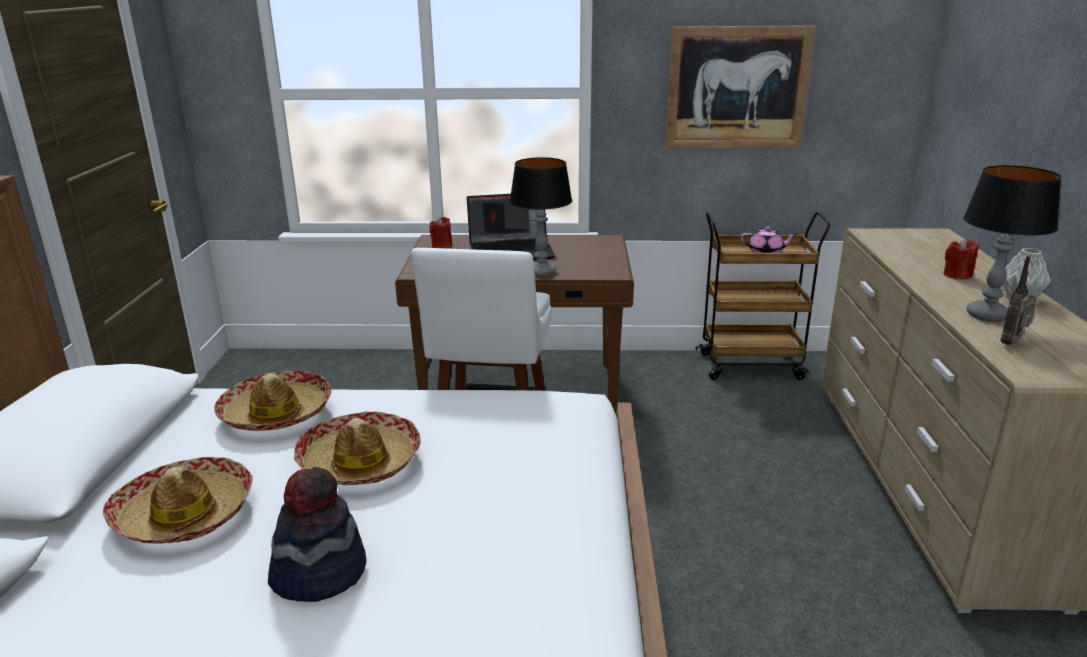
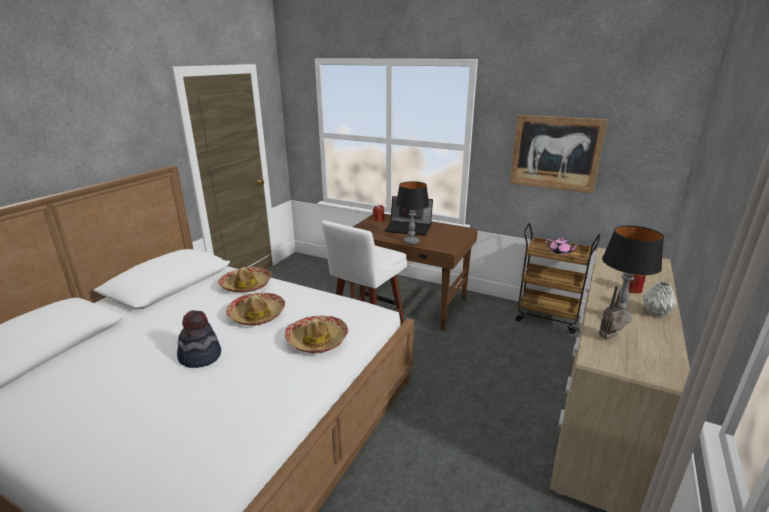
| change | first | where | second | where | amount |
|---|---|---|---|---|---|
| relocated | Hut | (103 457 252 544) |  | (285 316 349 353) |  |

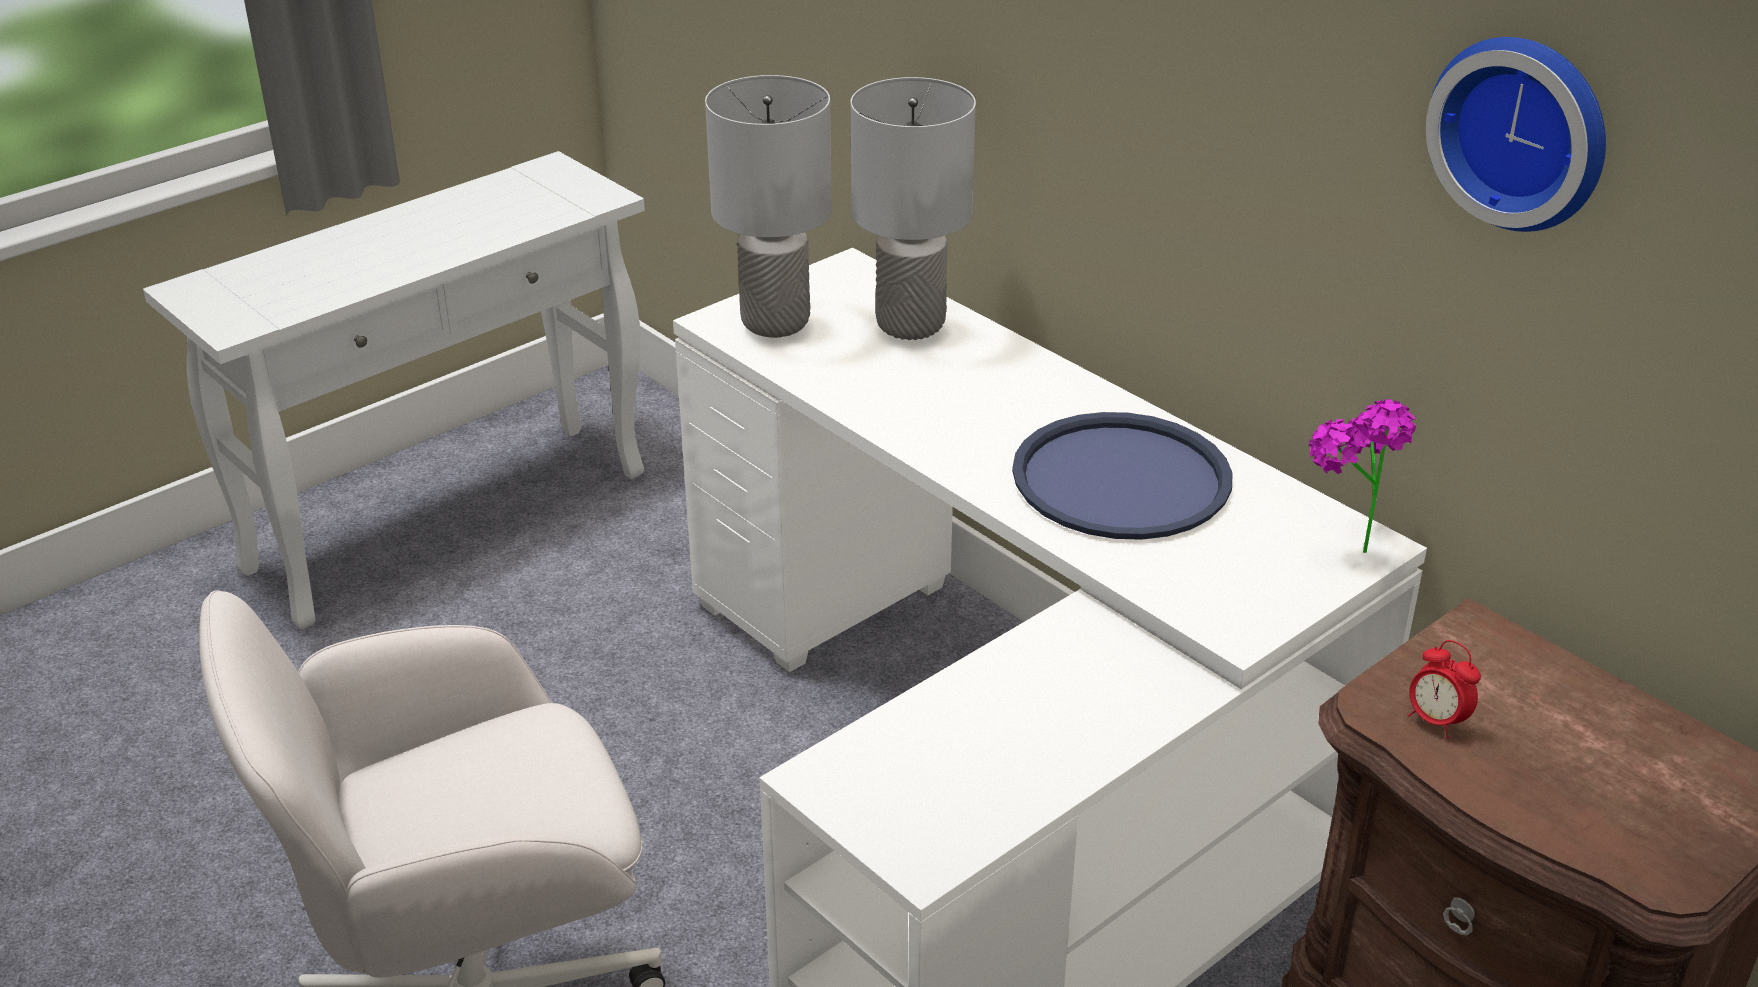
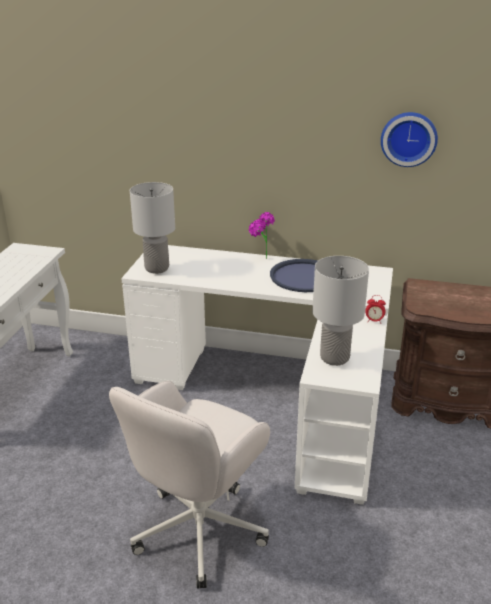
| change | first | where | second | where | amount |
|---|---|---|---|---|---|
| relocated | Tischlampe/grau | (851 77 976 340) |  | (312 256 369 366) |  |
| relocated | Topfpflanze | (1309 399 1416 553) |  | (249 212 275 259) |  |
| relocated | Wecker | (1408 640 1481 739) |  | (365 295 386 323) |  |

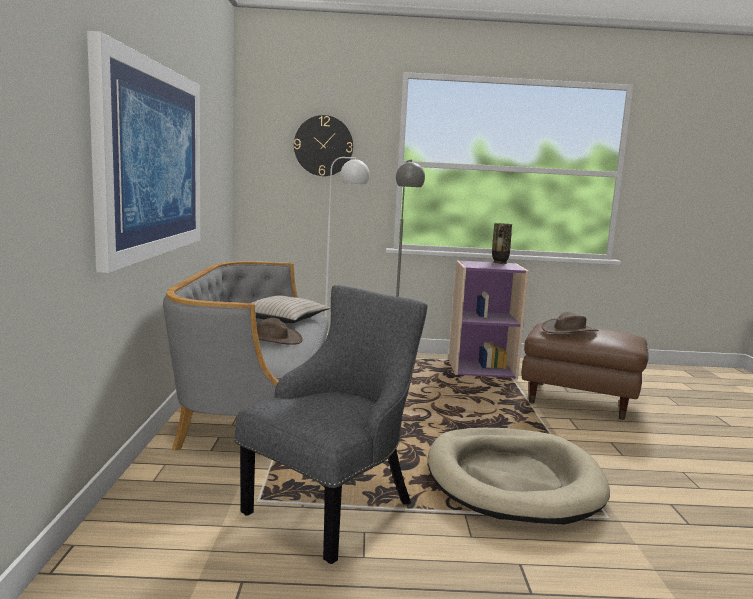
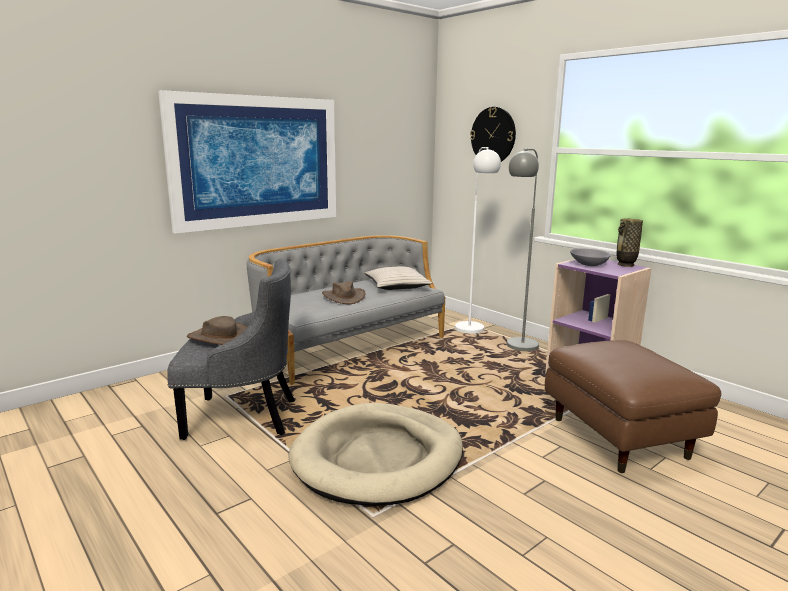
| change | first | where | second | where | amount |
|---|---|---|---|---|---|
| appeared |  |  | Schüssel/grau | (570 249 611 266) |  |
| relocated | Hut/braun | (542 312 599 334) |  | (187 316 247 345) |  |

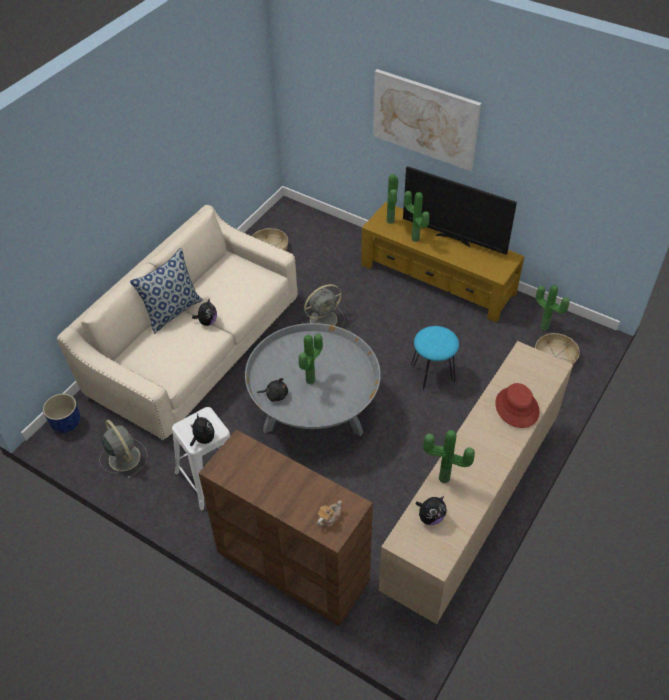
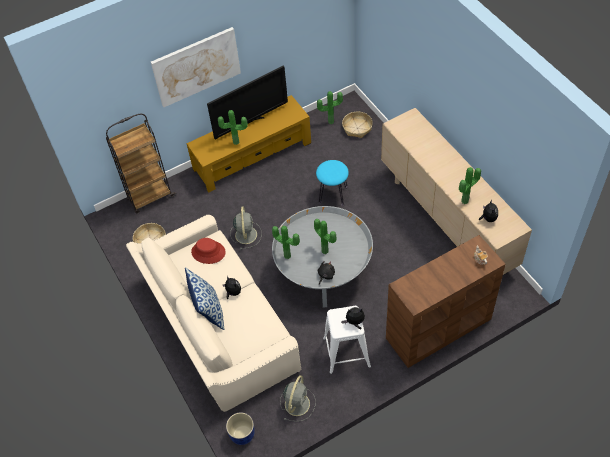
| change | first | where | second | where | amount |
|---|---|---|---|---|---|
| appeared |  |  | Rollwagen/braun | (106 114 176 213) |  |
| relocated | Topfpflanze | (387 174 398 224) |  | (272 226 300 259) |  |
| relocated | Hut/rot | (495 383 539 428) |  | (191 238 226 264) |  |
| spun | Ventilator/grau | (99 420 148 479) |  | (280 375 316 421) | 120 degrees clockwise |

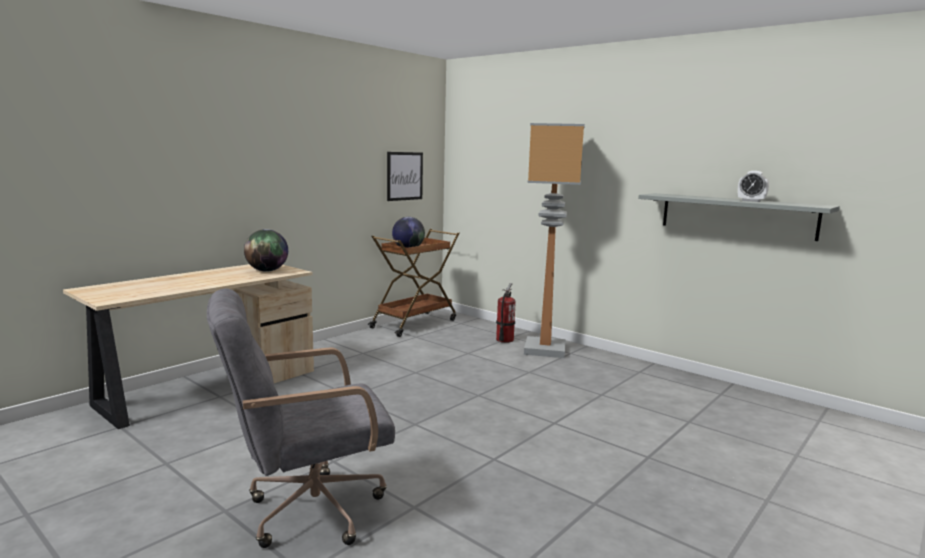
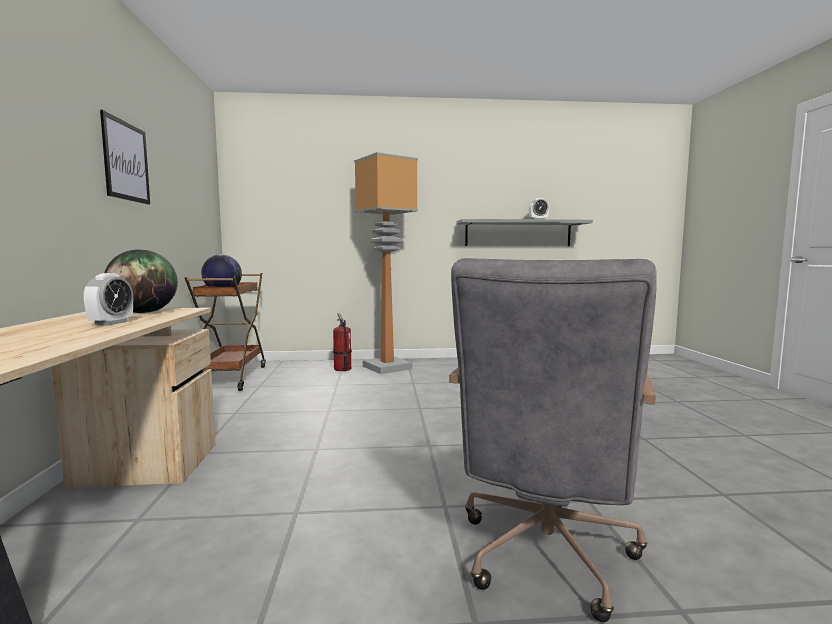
| change | first | where | second | where | amount |
|---|---|---|---|---|---|
| appeared |  |  | Wecker | (84 273 133 326) |  |
| relocated | Bild | (387 152 423 201) |  | (100 110 150 205) |  |

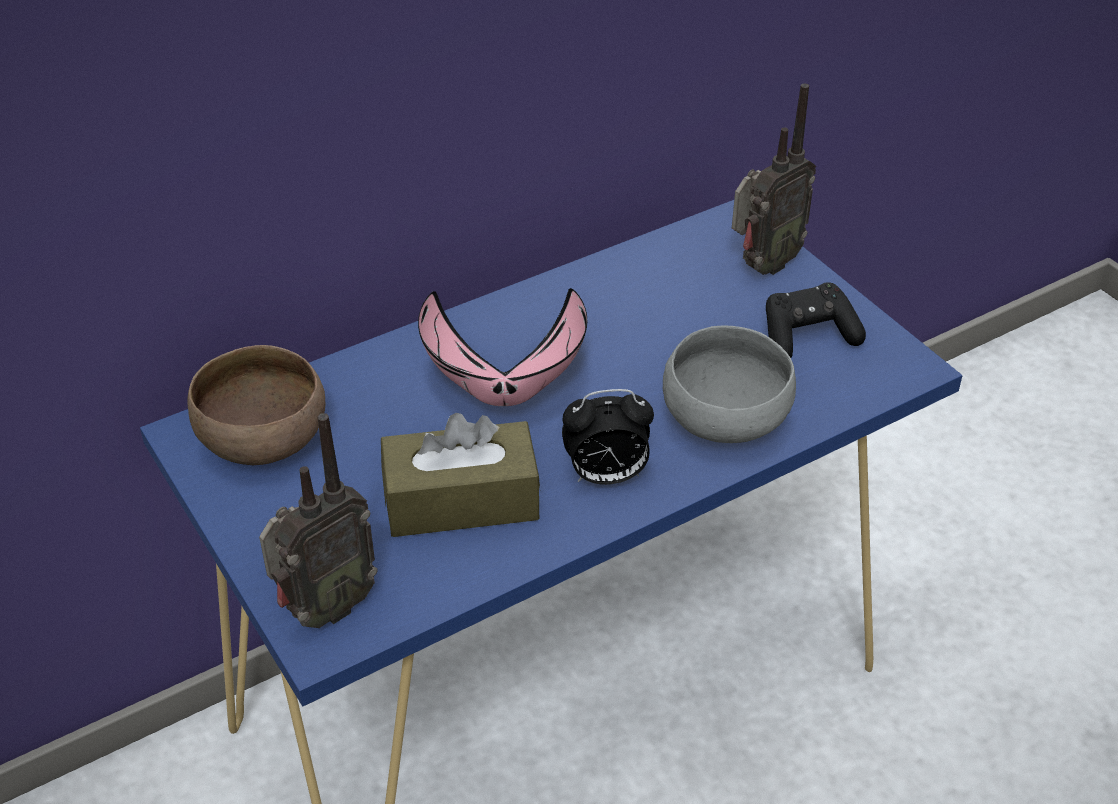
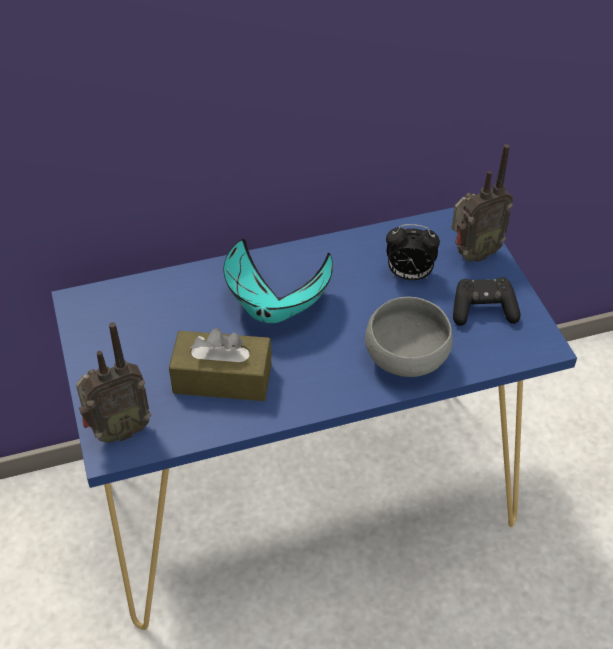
| change | first | where | second | where | amount |
|---|---|---|---|---|---|
| missing | Schüssel/braun | (187 345 325 465) |  |  |  |
| relocated | Wecker | (562 389 654 485) |  | (386 224 440 280) |  |
| colour | Schüssel/rosa | (418 288 587 406) | Schüssel/türkis | (224 239 333 323) |  |

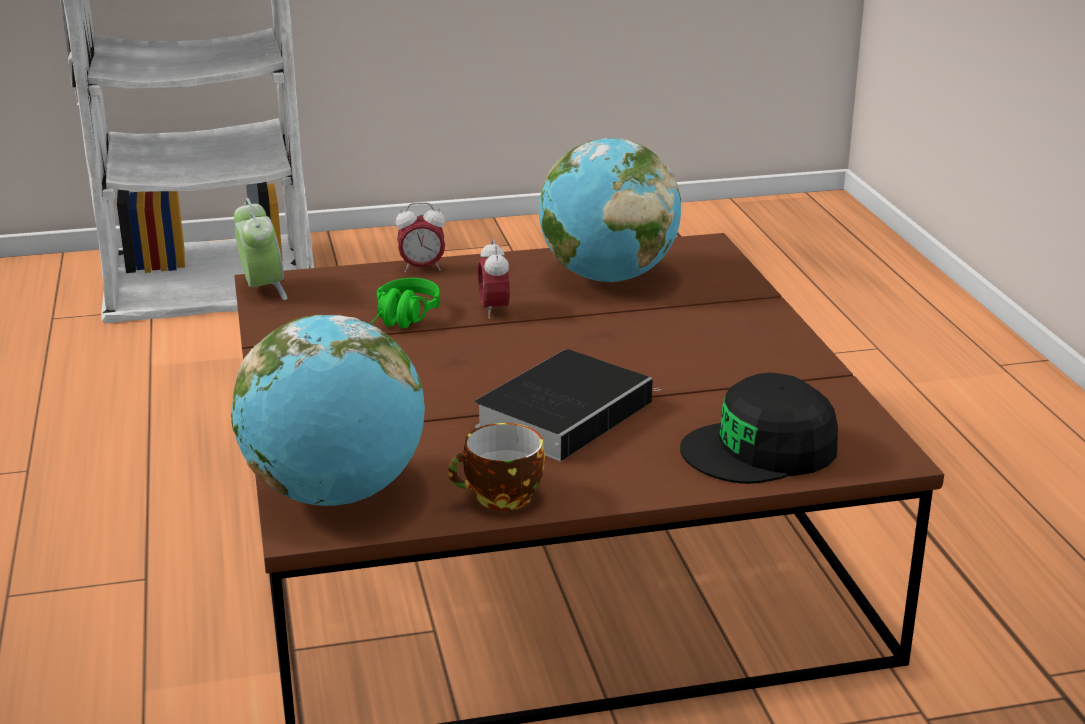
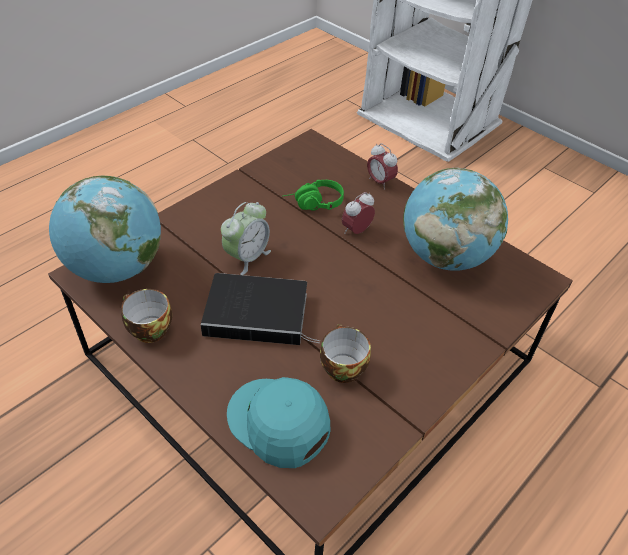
| change | first | where | second | where | amount |
|---|---|---|---|---|---|
| appeared |  |  | Tasse | (320 324 371 383) |  |
| relocated | Wecker | (234 198 287 300) |  | (221 202 271 275) |  |
| colour | Kappe/schwarz | (680 373 838 484) | Kappe/türkis | (227 377 330 468) |  |

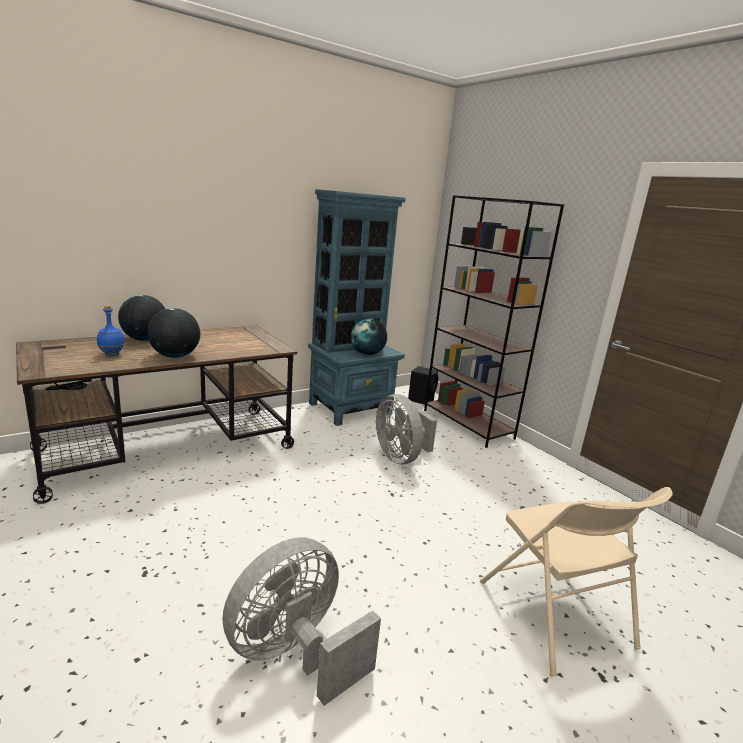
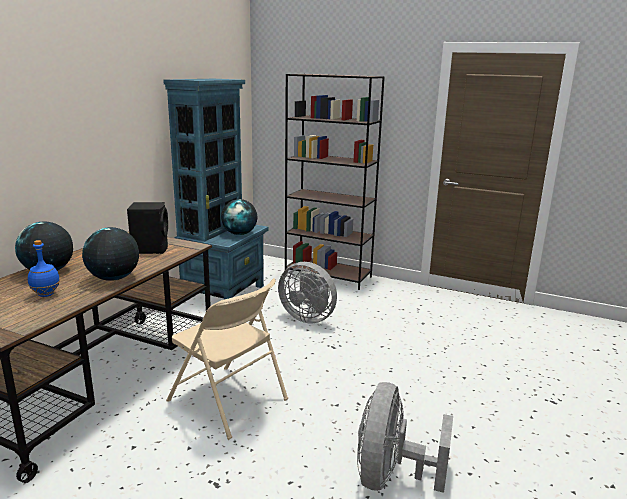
| change | first | where | second | where | amount |
|---|---|---|---|---|---|
| relocated | Lautsprecher/schwarz | (408 366 438 406) |  | (127 202 168 254) |  |
| relocated | Stuhl/beige | (480 487 673 677) |  | (166 278 288 440) |  |

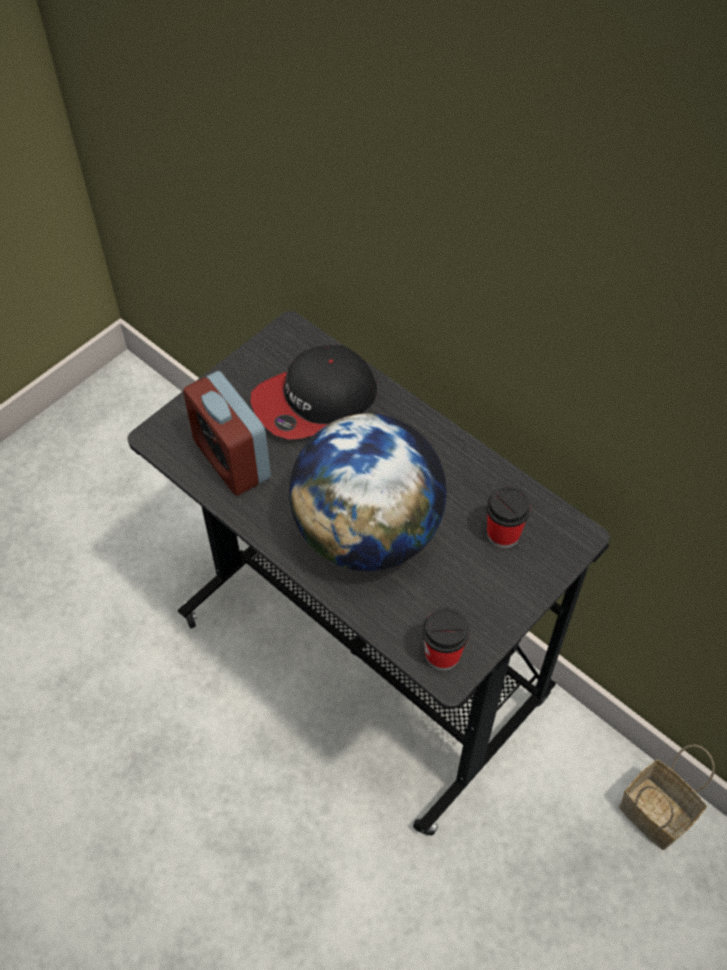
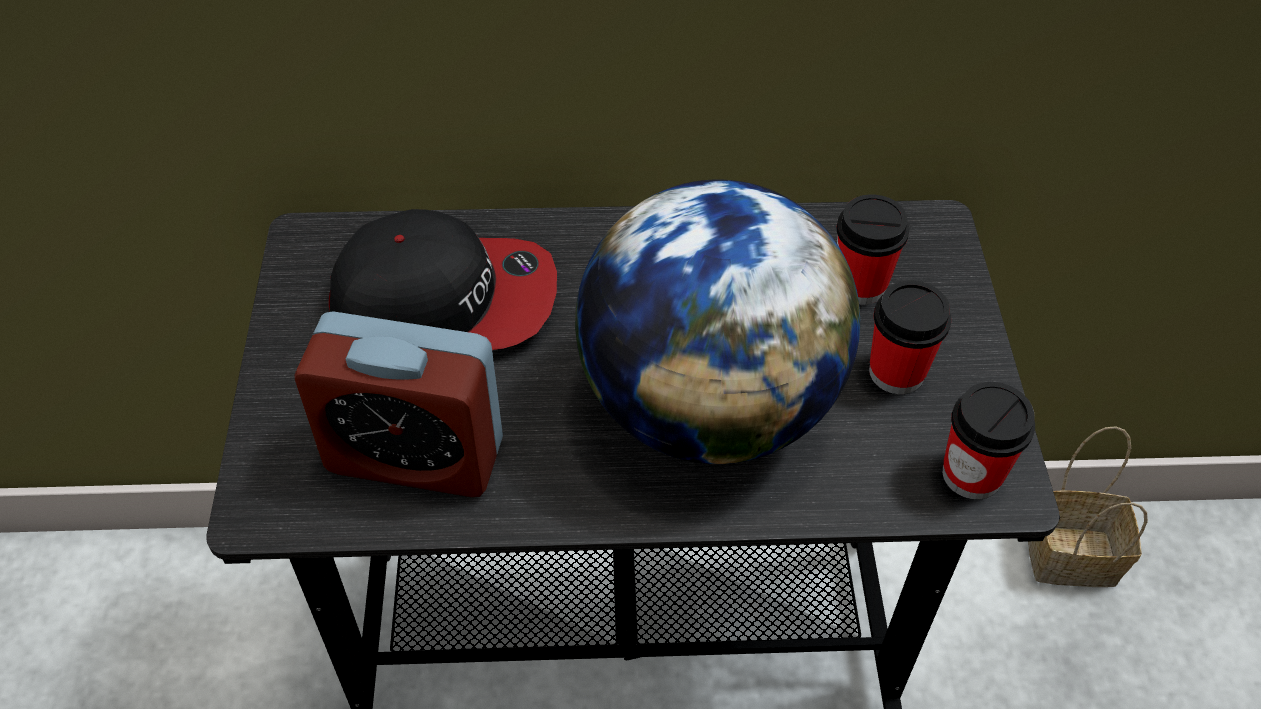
| change | first | where | second | where | amount |
|---|---|---|---|---|---|
| appeared |  |  | Tasse | (869 280 951 394) |  |
| spun | Kappe | (250 345 377 440) |  | (329 209 557 350) | 105 degrees counterclockwise |

